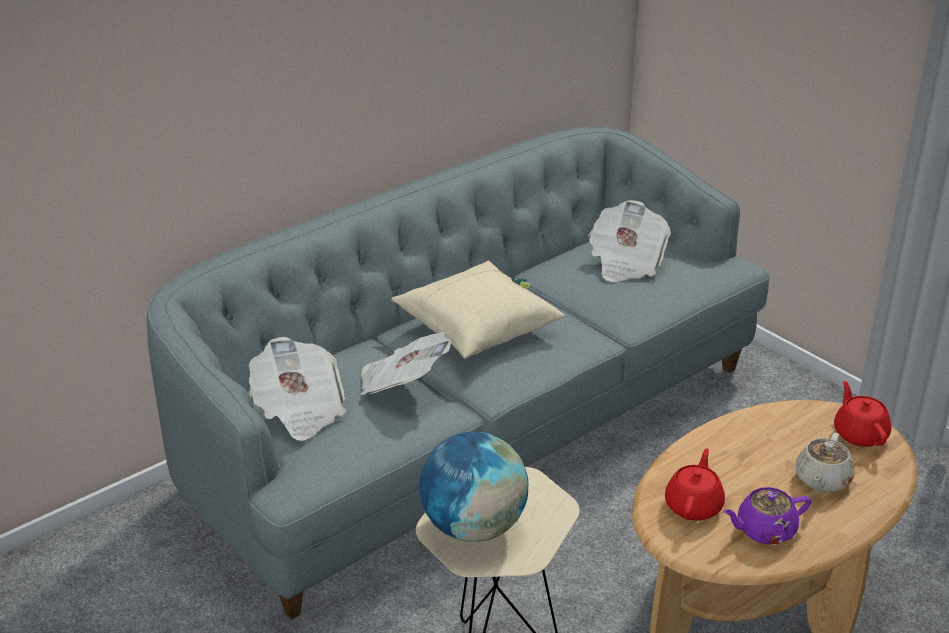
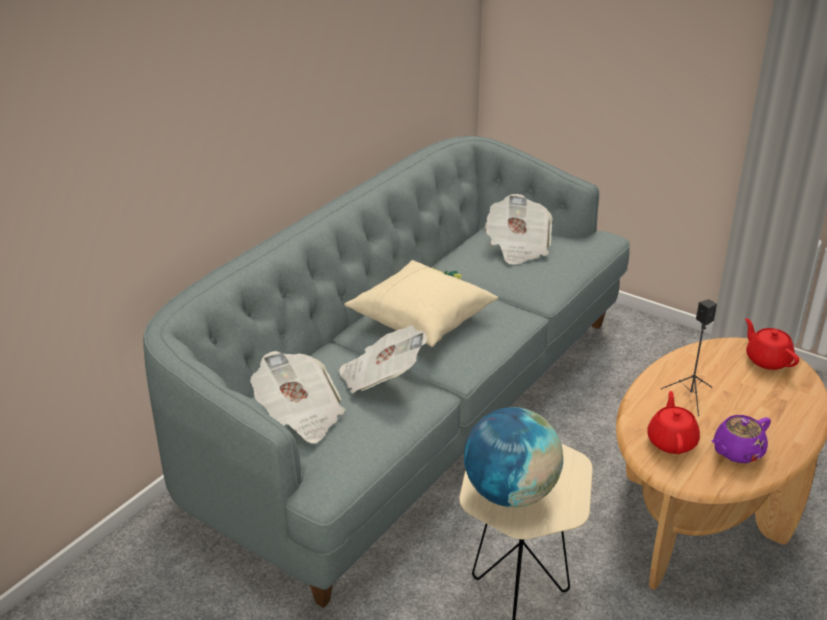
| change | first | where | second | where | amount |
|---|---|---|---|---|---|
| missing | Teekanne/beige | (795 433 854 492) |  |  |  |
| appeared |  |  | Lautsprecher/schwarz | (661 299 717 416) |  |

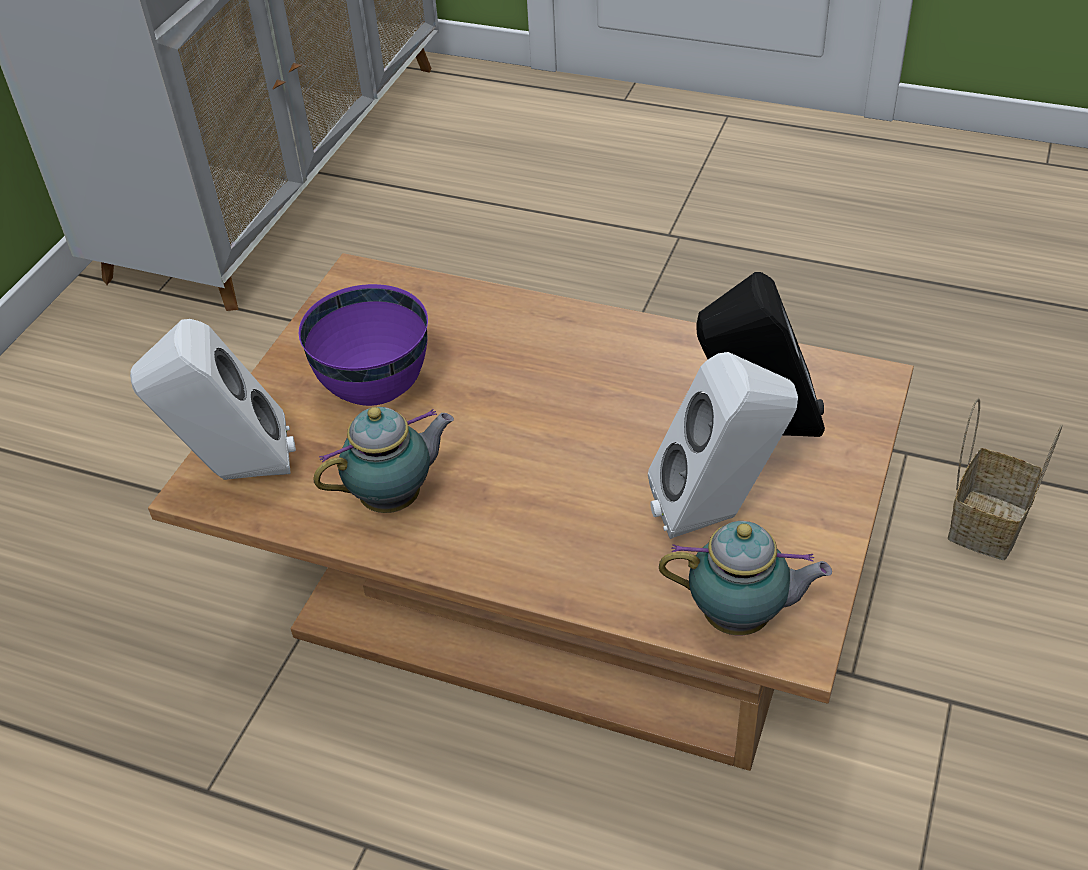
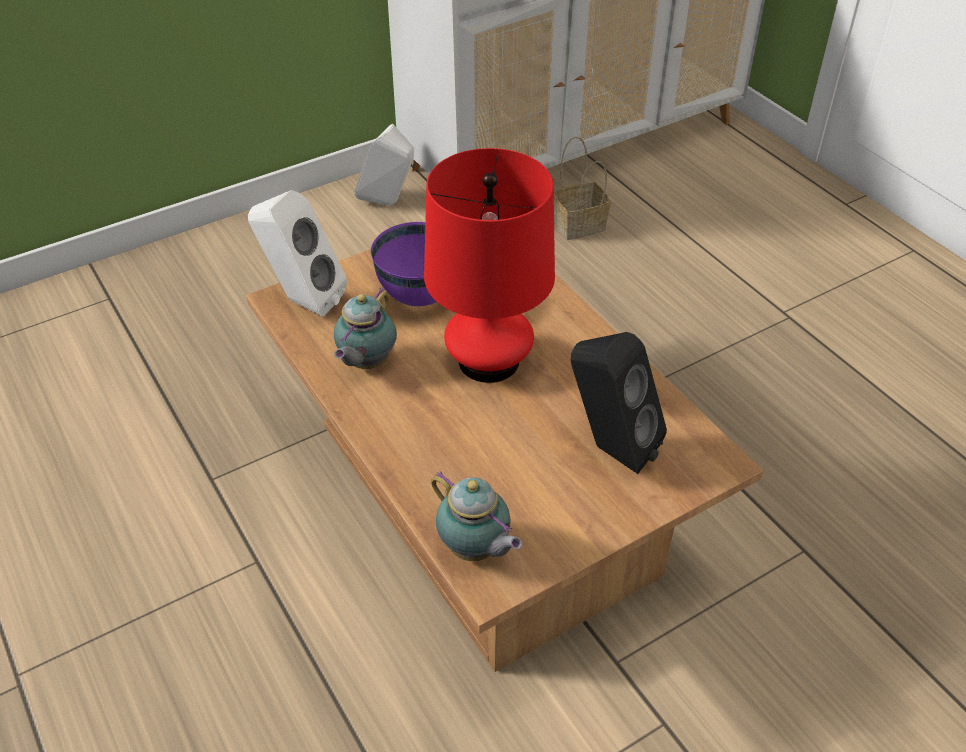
| change | first | where | second | where | amount |
|---|---|---|---|---|---|
| appeared |  |  | Tischlampe/rot | (424 148 555 383) |  |
| relocated | Lautsprecher/weiß | (648 352 798 539) |  | (354 124 414 206) |  |
| relocated | Korb | (948 398 1062 560) |  | (554 136 611 240) |  |
| spun | Teekanne | (313 407 454 513) |  | (334 288 397 369) | 105 degrees clockwise |

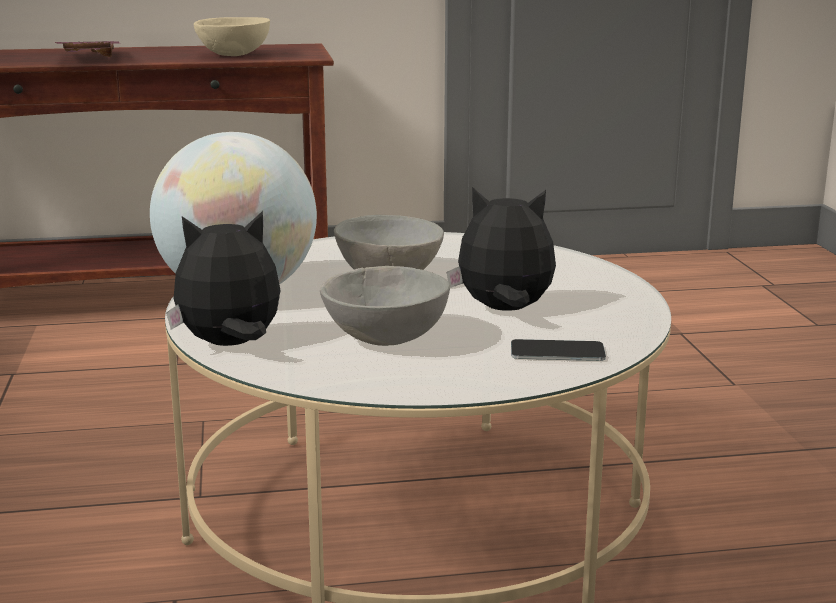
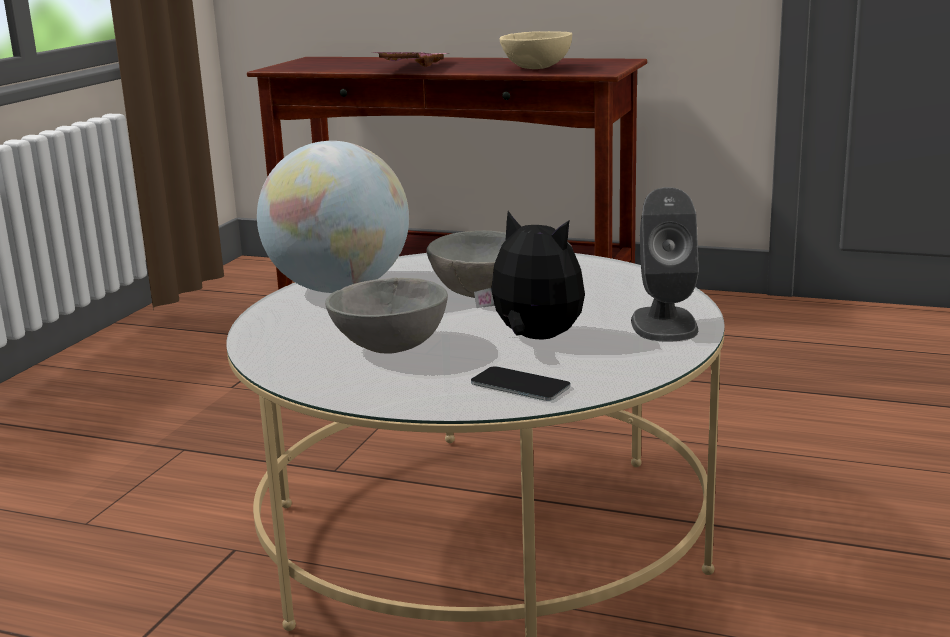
| change | first | where | second | where | amount |
|---|---|---|---|---|---|
| missing | Plüschtier | (166 211 281 346) |  |  |  |
| appeared |  |  | Lautsprecher/grau | (631 187 699 341) |  |

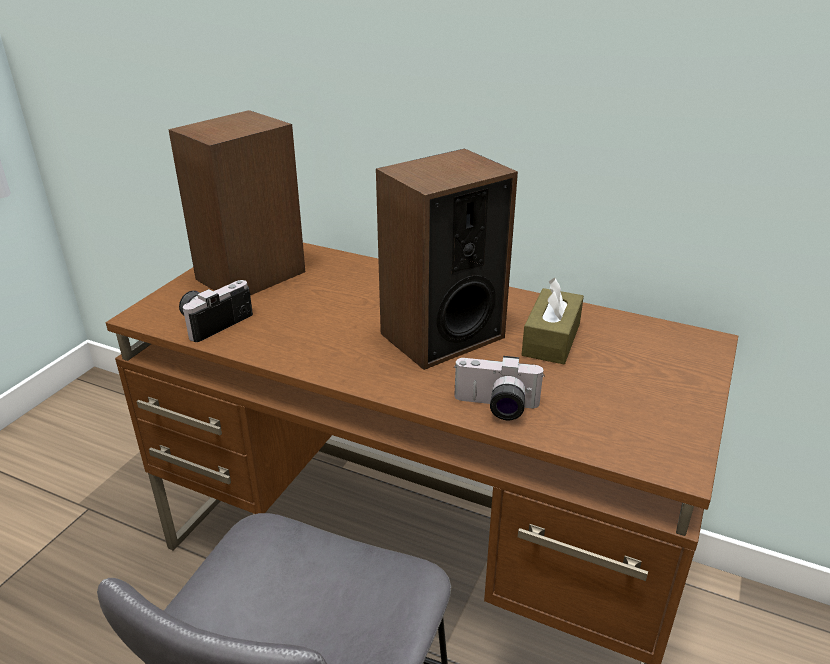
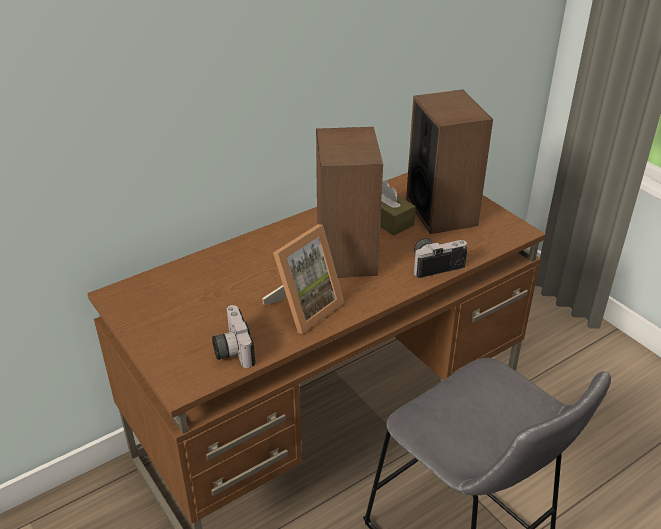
| change | first | where | second | where | amount |
|---|---|---|---|---|---|
| appeared |  |  | Bilderrahmen | (262 224 344 334) |  |
| relocated | Lautsprecher | (168 110 305 295) |  | (406 89 493 234) |  |
| spun | Kamera | (454 356 545 420) |  | (414 238 467 278) | 150 degrees counterclockwise |

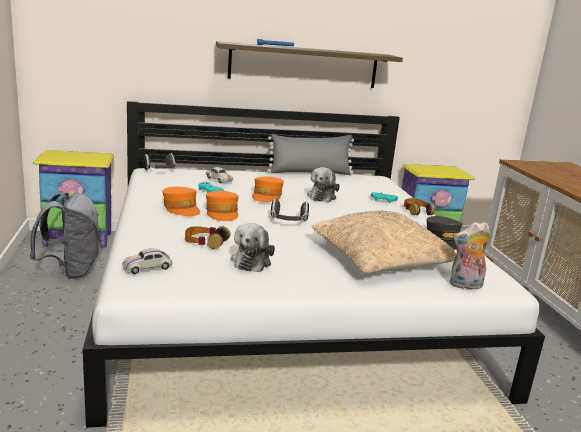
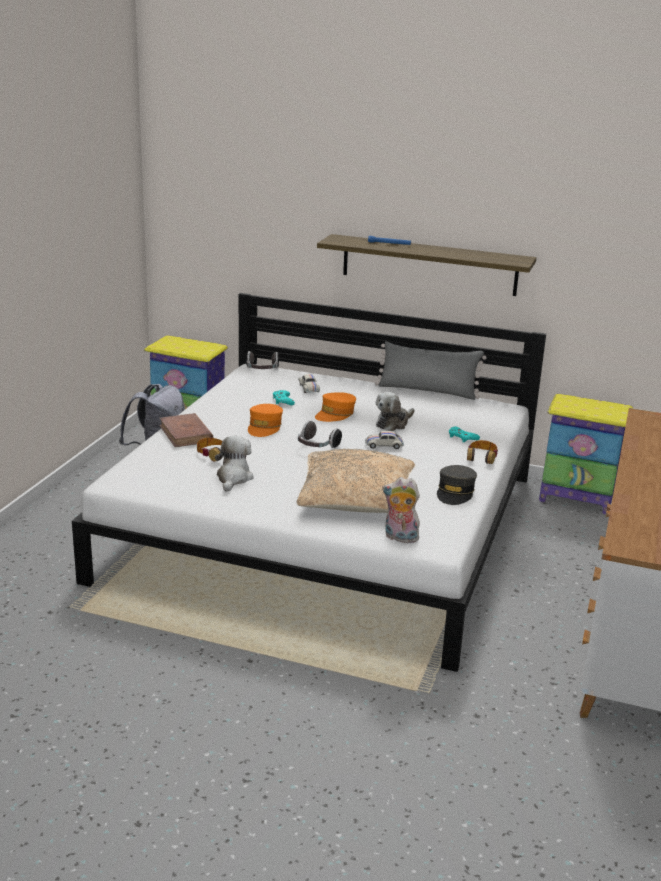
| change | first | where | second | where | amount |
|---|---|---|---|---|---|
| missing | Kappe/orange | (162 187 200 216) |  |  |  |
| appeared |  |  | Buch/braun | (160 413 213 447) |  |
| relocated | Spielzeugauto/weiß | (122 248 172 274) |  | (365 431 404 449) |  |
| spun | Plüschtier | (231 223 275 272) |  | (215 436 254 492) | 150 degrees clockwise |

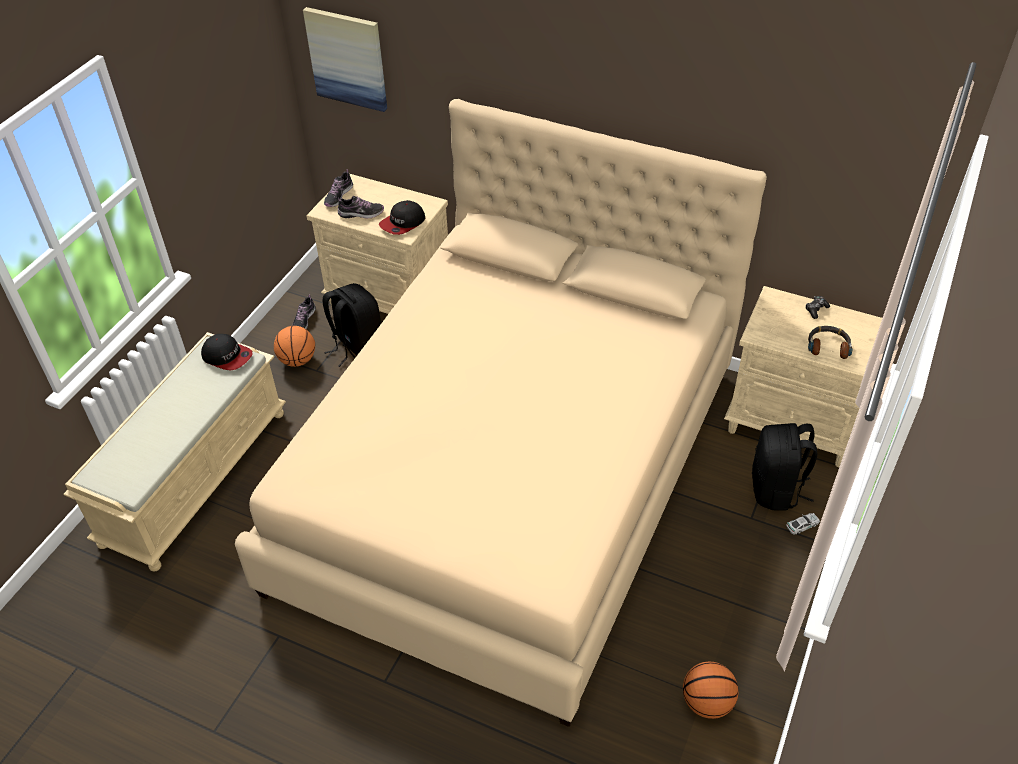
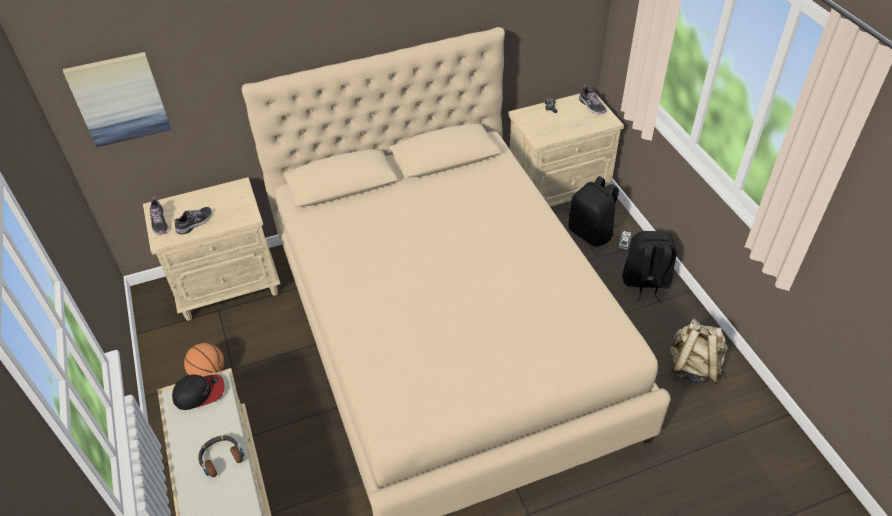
| change | first | where | second | where | amount |
|---|---|---|---|---|---|
| missing | Kappe | (379 200 425 235) |  |  |  |
| relocated | Schuh | (292 295 316 329) |  | (579 85 607 114) |  |
| relocated | Rucksack/schwarz | (322 283 381 367) |  | (622 231 676 302) |  |
| relocated | Kopfhörer | (808 326 852 359) |  | (198 435 244 477) |  |
| exchanged | Basketball | (683 662 739 719) | Rucksack/beige | (670 318 728 385) |  |

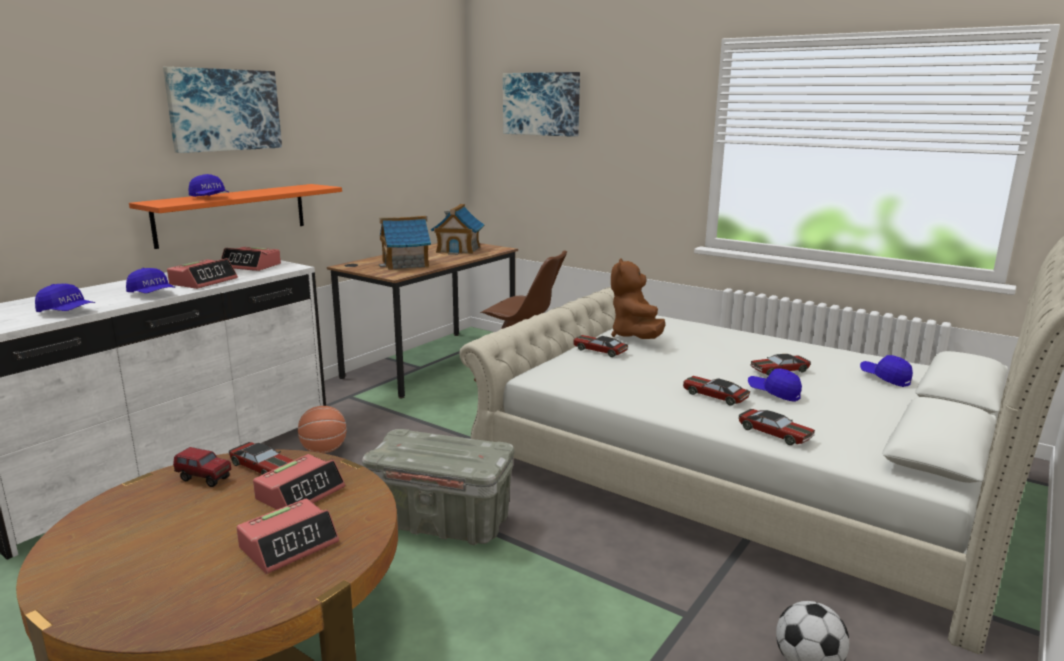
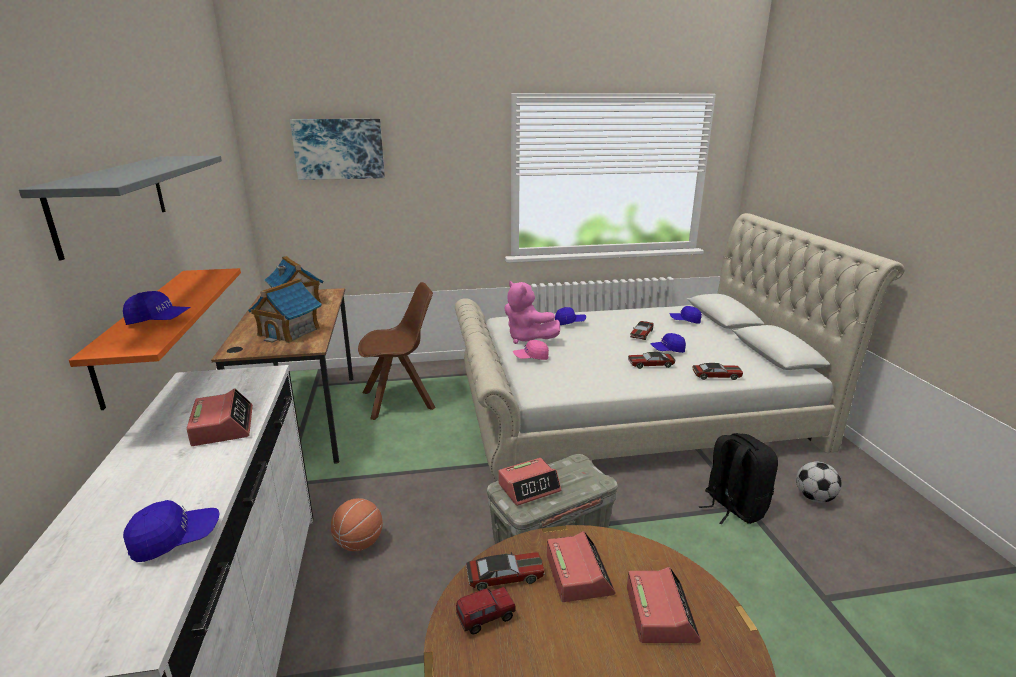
| change | first | where | second | where | amount |
|---|---|---|---|---|---|
| appeared |  |  | Rucksack/schwarz | (699 433 778 525) |  |
| relocated | Kappe/blau | (126 268 175 293) |  | (555 307 586 325) |  |
| relocated | Wecker | (221 247 281 271) |  | (498 458 561 506) |  |
| exchanged | Bild | (163 67 282 153) | Wandregal/grau | (19 156 222 261) |  |
| exchanged | Spielzeugauto | (573 335 628 357) | Kappe/rosa | (513 340 549 360) |  |
| colour | Plüschtier/braun | (611 259 665 339) | Plüschtier/rosa | (505 281 560 344) |  |

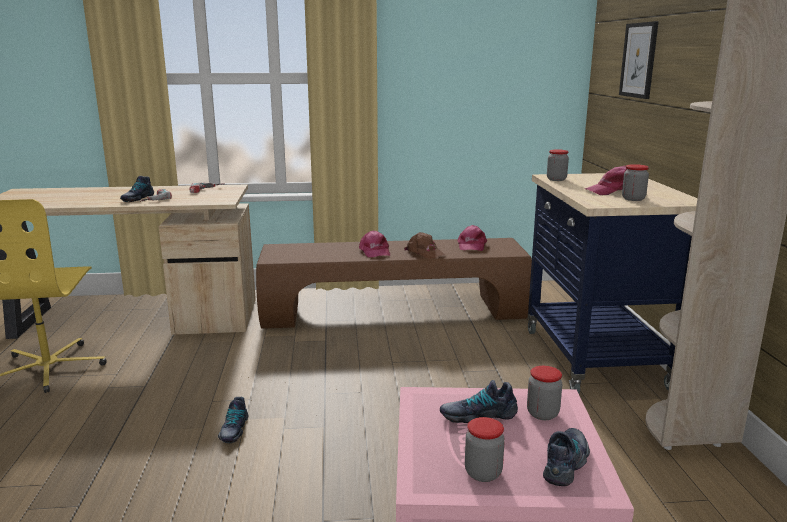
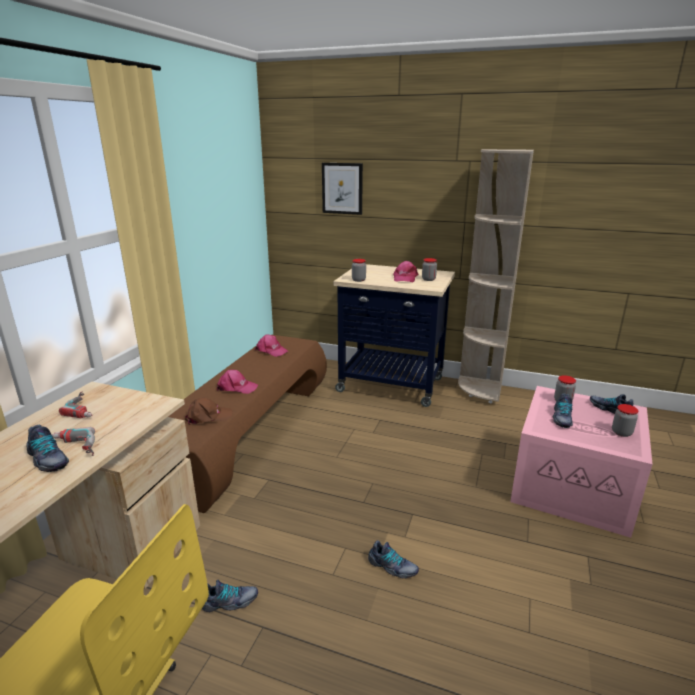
| change | first | where | second | where | amount |
|---|---|---|---|---|---|
| appeared |  |  | Schuh | (202 580 258 612) |  |
| relocated | Kappe/braun | (404 232 445 259) |  | (185 398 233 425) |  |

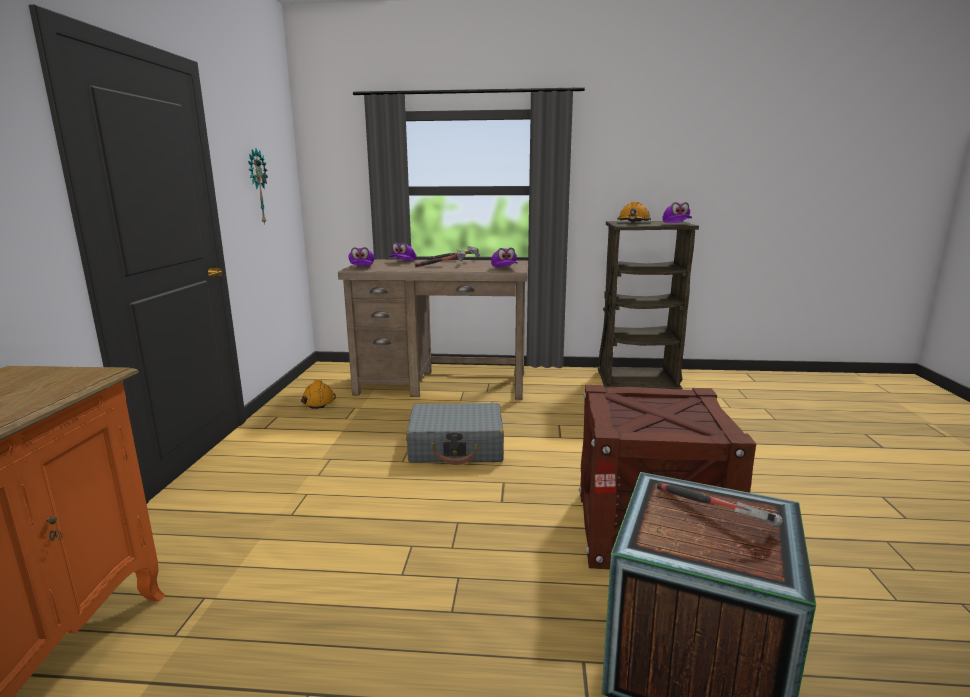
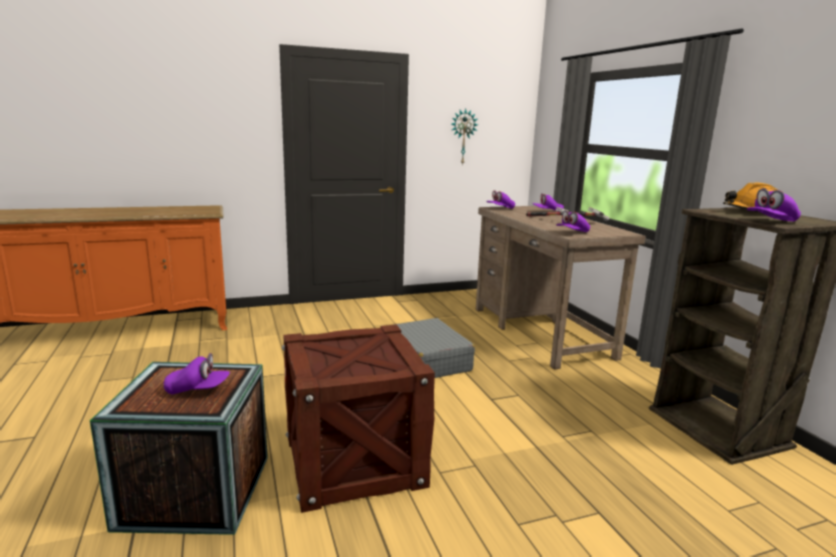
| change | first | where | second | where | amount |
|---|---|---|---|---|---|
| missing | Schutzhelm/orange | (301 380 336 409) |  |  |  |
| exchanged | Hammer | (657 482 783 527) | Kappe/lila | (164 353 230 395) |  |

